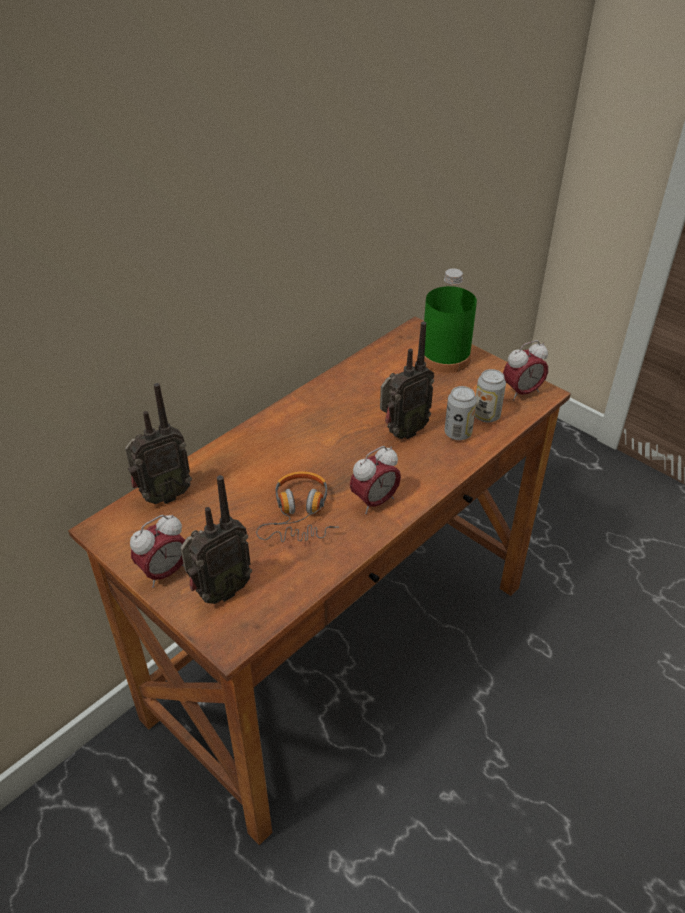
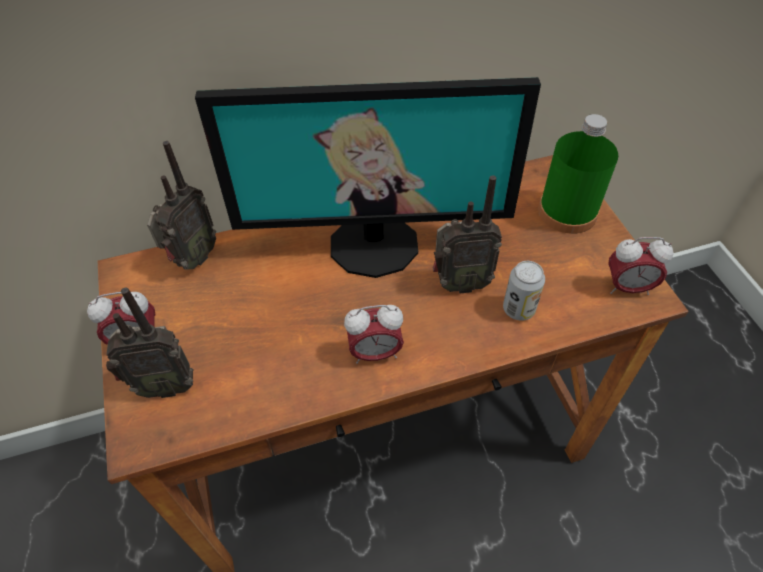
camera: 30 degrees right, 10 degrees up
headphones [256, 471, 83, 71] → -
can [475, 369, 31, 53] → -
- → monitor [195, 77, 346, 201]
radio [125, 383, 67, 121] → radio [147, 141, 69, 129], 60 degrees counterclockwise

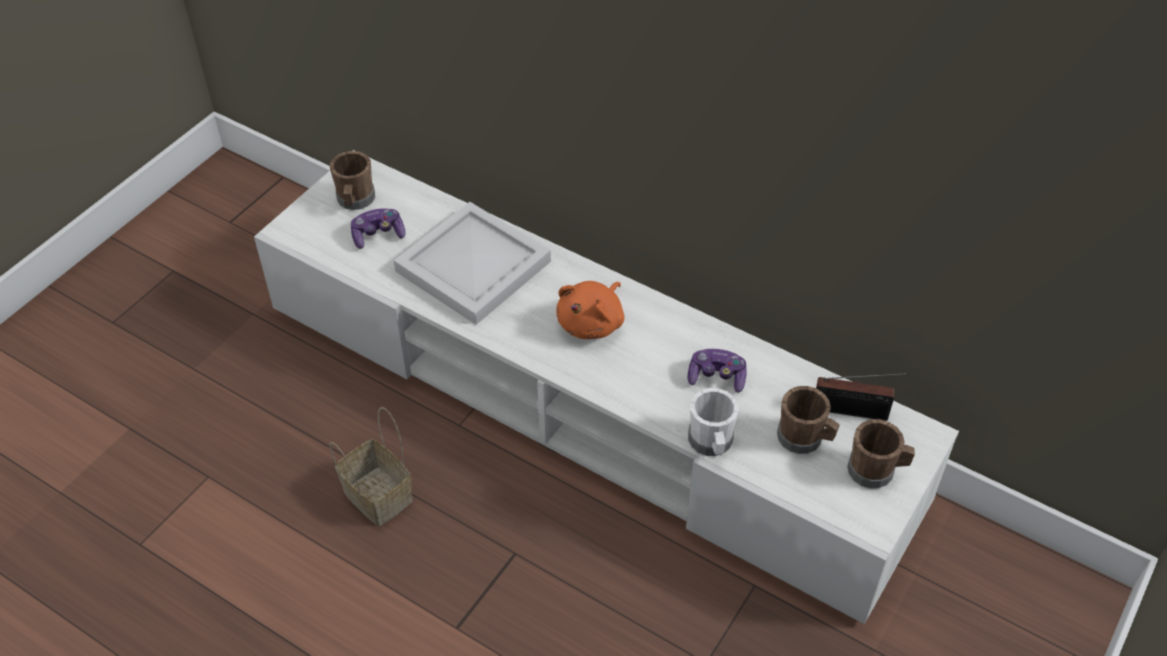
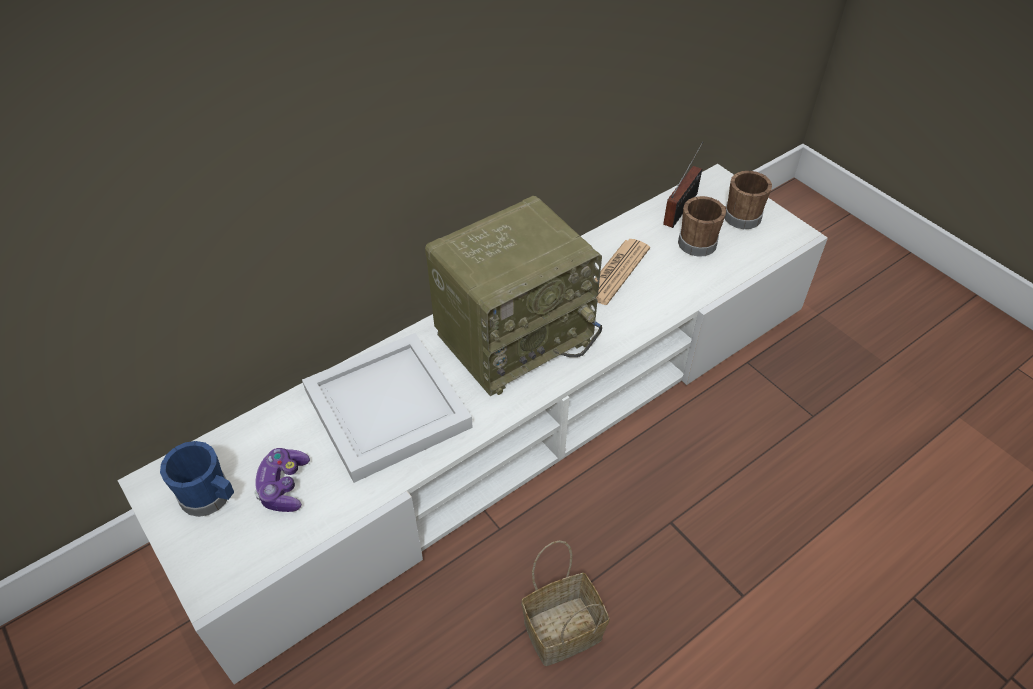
camera: 70 degrees left, 0 degrees up
mug/white [688, 388, 51, 68] → -
plush toy/orange [556, 281, 69, 58] → radio [425, 196, 177, 200]
game controller [688, 349, 58, 44] → newspaper [595, 239, 55, 66]
mug/brown [330, 151, 45, 59] → mug/blue [160, 441, 74, 76]

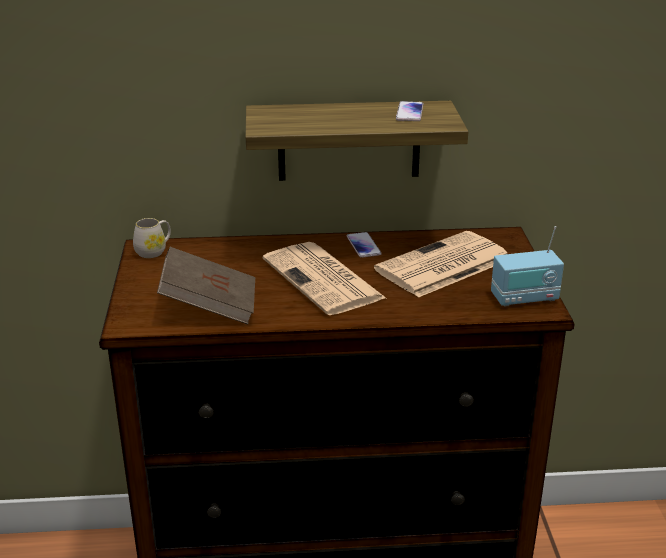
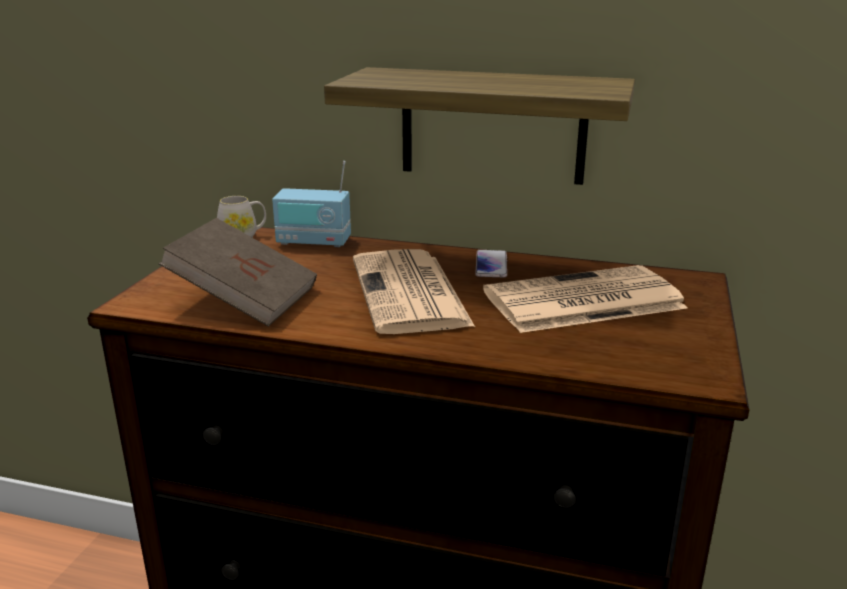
camera: 20 degrees right, 5 degrees down
phone [396, 101, 27, 20] → -
radio [491, 226, 73, 81] → radio [272, 161, 79, 86], move

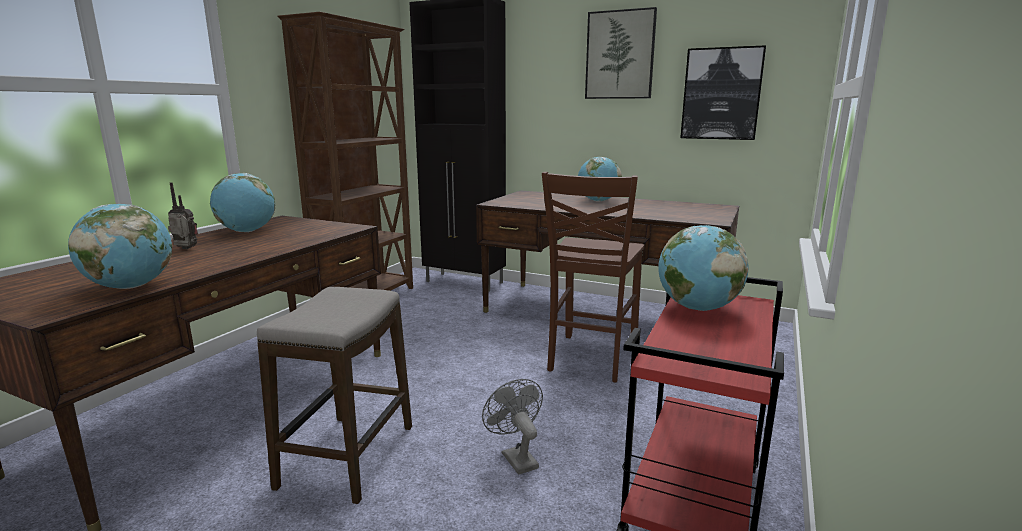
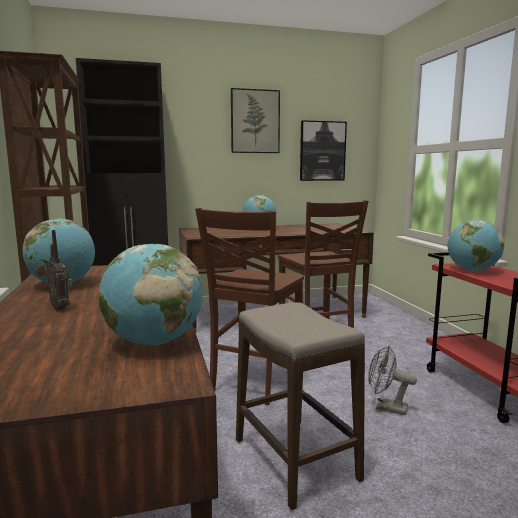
camera: 40 degrees left, 5 degrees down
- → chair/brown [195, 208, 109, 197]
radio [168, 182, 30, 67] → radio [46, 230, 26, 80], 105 degrees counterclockwise

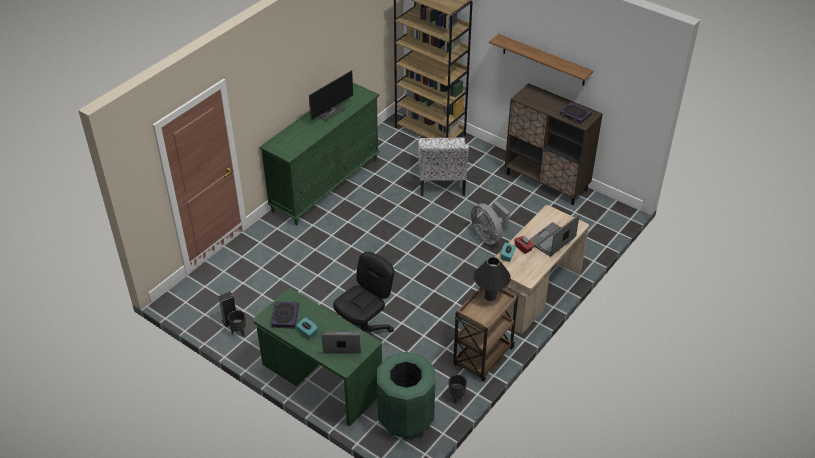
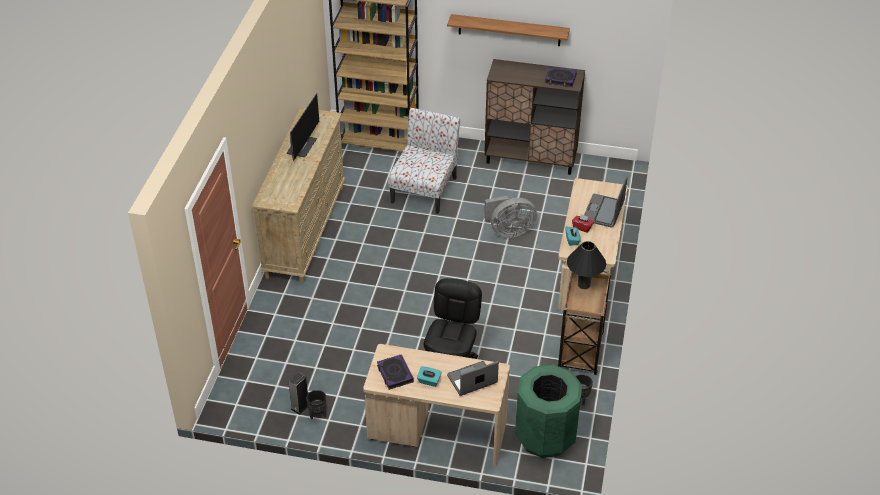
camera: 25 degrees left, 0 degrees up
desk/green [253, 288, 129, 138] → desk/beige [363, 344, 147, 122]
dresser/green [259, 83, 121, 142] → dresser/beige [252, 107, 94, 177]
chair [418, 138, 51, 58] → chair [388, 108, 72, 106], 135 degrees counterclockwise
fan/grey [471, 201, 39, 44] → fan/grey [484, 196, 53, 42], 45 degrees counterclockwise

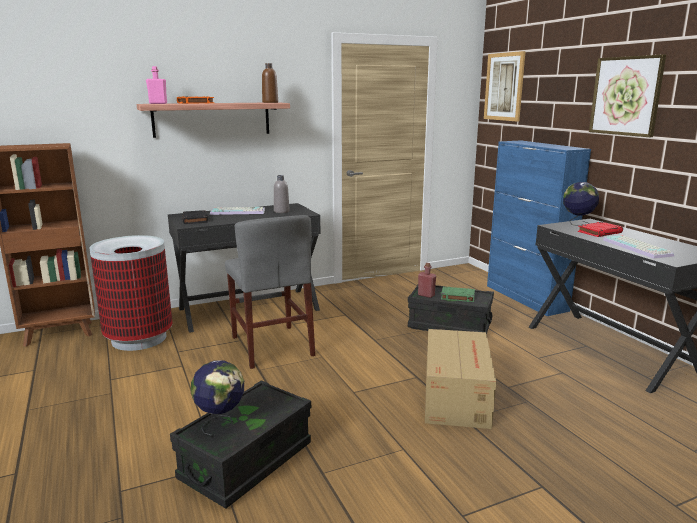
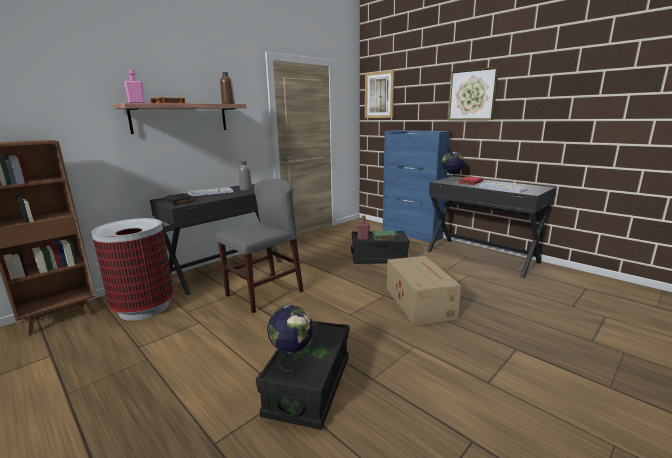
camera: 20 degrees left, 0 degrees up
chair/grey [225, 215, 90, 154] → chair/grey [215, 179, 88, 134], 90 degrees counterclockwise

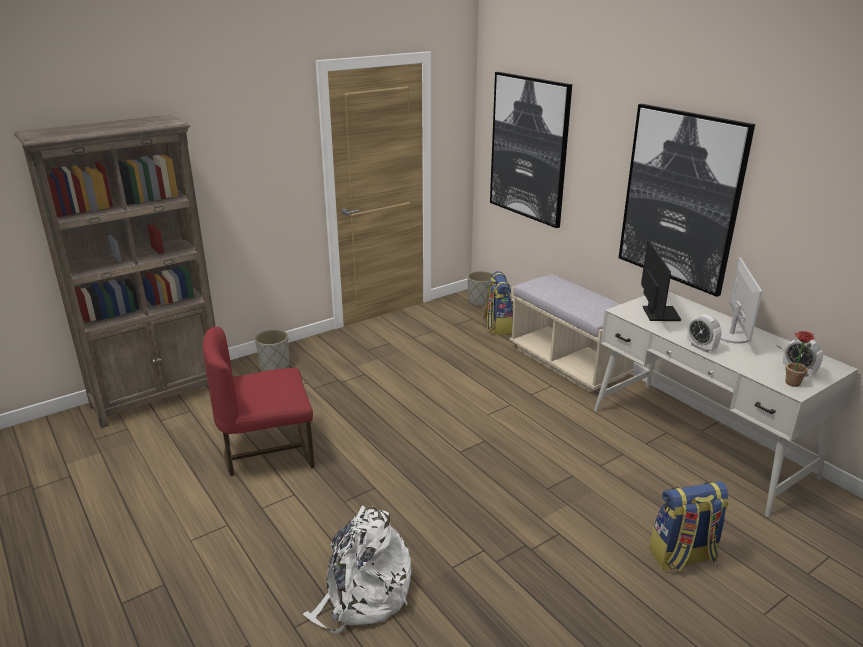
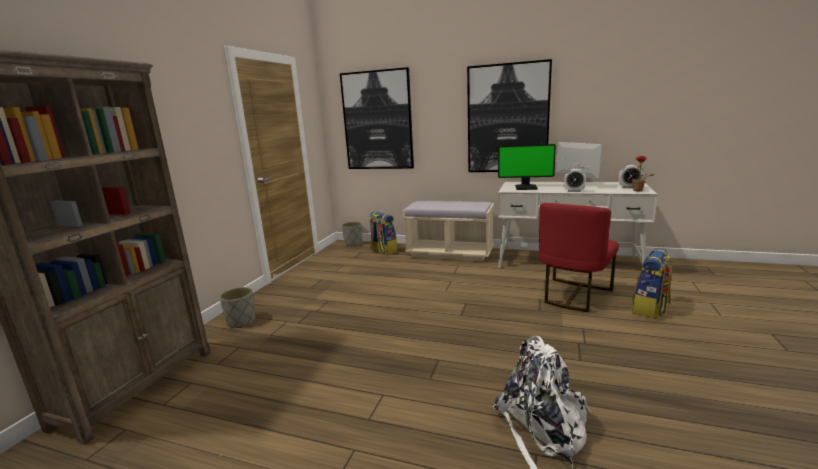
camera: 35 degrees left, 10 degrees down
chair/red [203, 326, 112, 150] → chair/red [539, 203, 80, 109], move
monitor [641, 240, 41, 81] → monitor [498, 144, 58, 46], 135 degrees clockwise

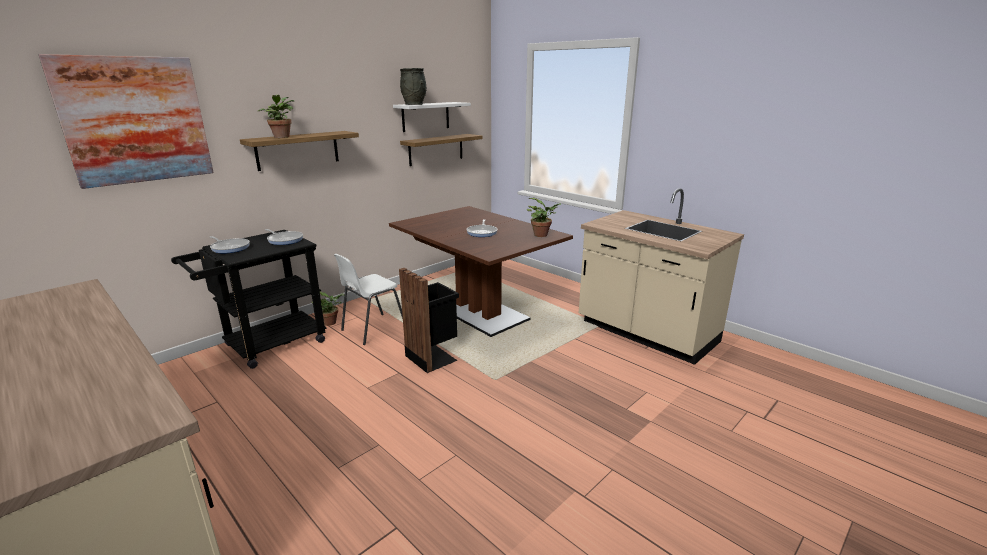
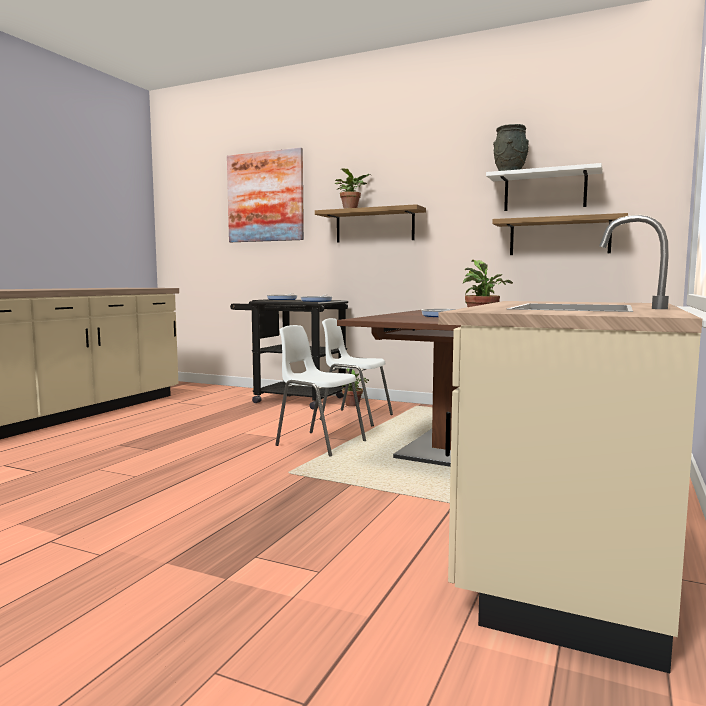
camera: 70 degrees right, 15 degrees down
trash can/black [399, 268, 60, 105] → chair/white [275, 325, 91, 131]

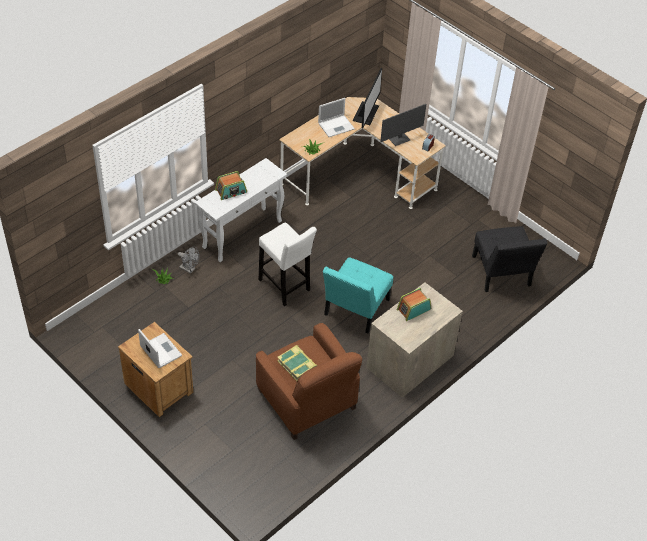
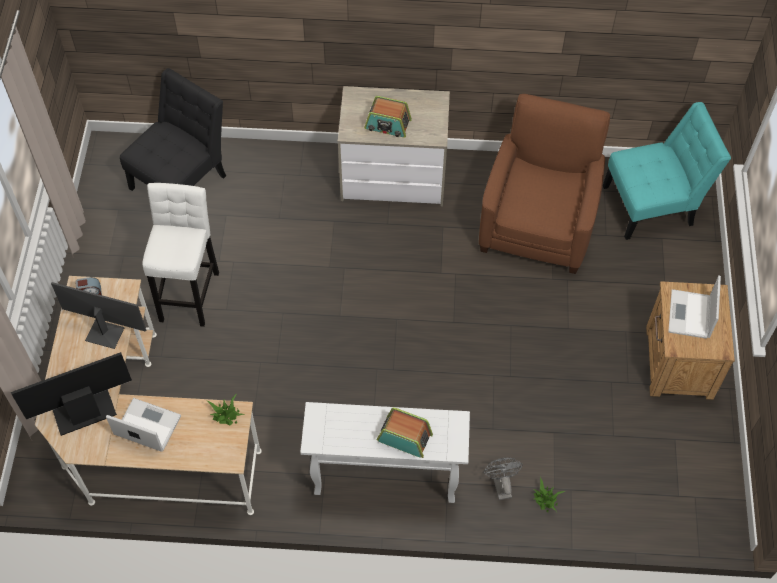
camera: 130 degrees left, 10 degrees up
book [277, 345, 40, 36] → -
stool/white [259, 223, 58, 83] → stool/white [142, 183, 77, 144], move
chair/turquoise [323, 257, 70, 76] → chair/turquoise [603, 102, 128, 138], move

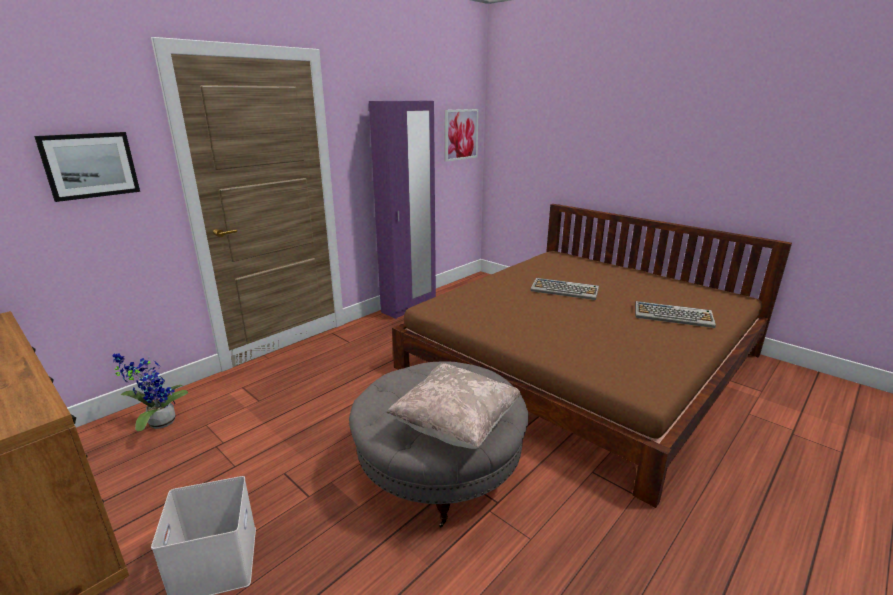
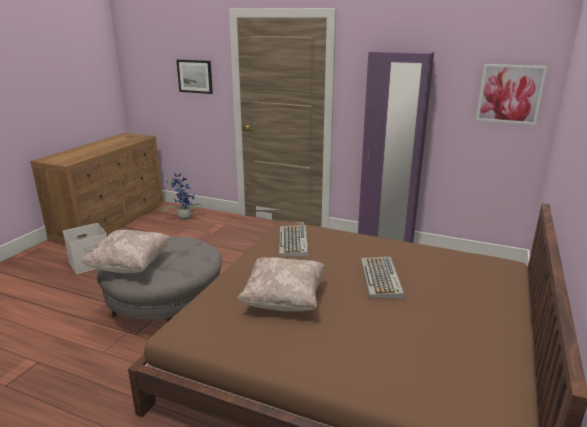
camera: 70 degrees right, 0 degrees up
- → pillow/beige [237, 257, 88, 54]
keyboard [635, 301, 81, 27] → keyboard [279, 225, 30, 32], move

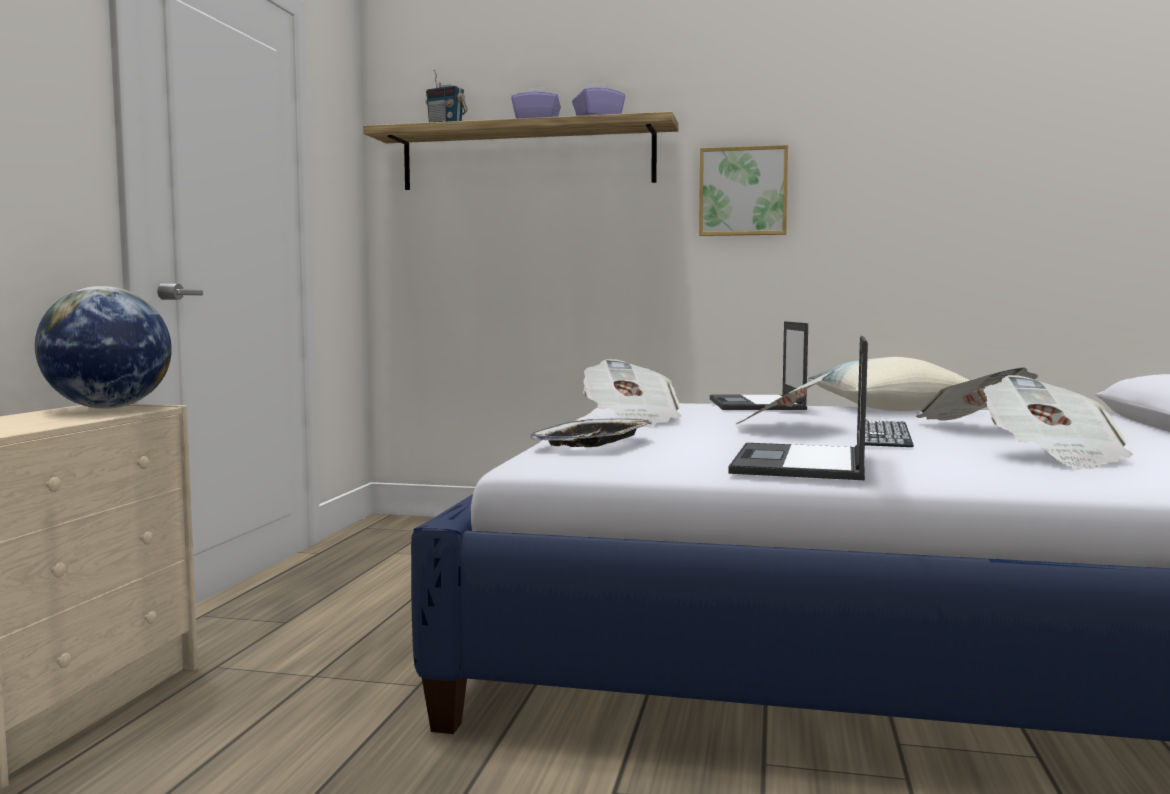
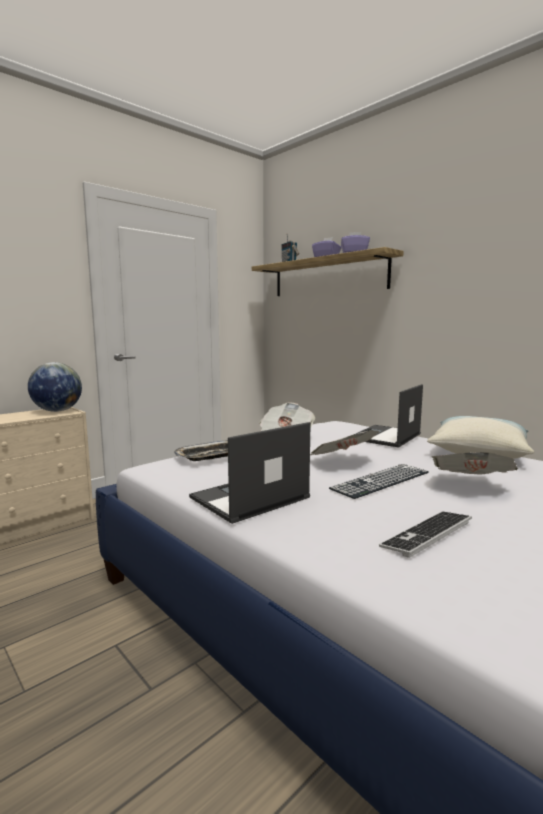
camera: 35 degrees right, 5 degrees up
picture [699, 145, 89, 91] → -
newspaper [984, 375, 149, 94] → keyboard [379, 512, 93, 46]

